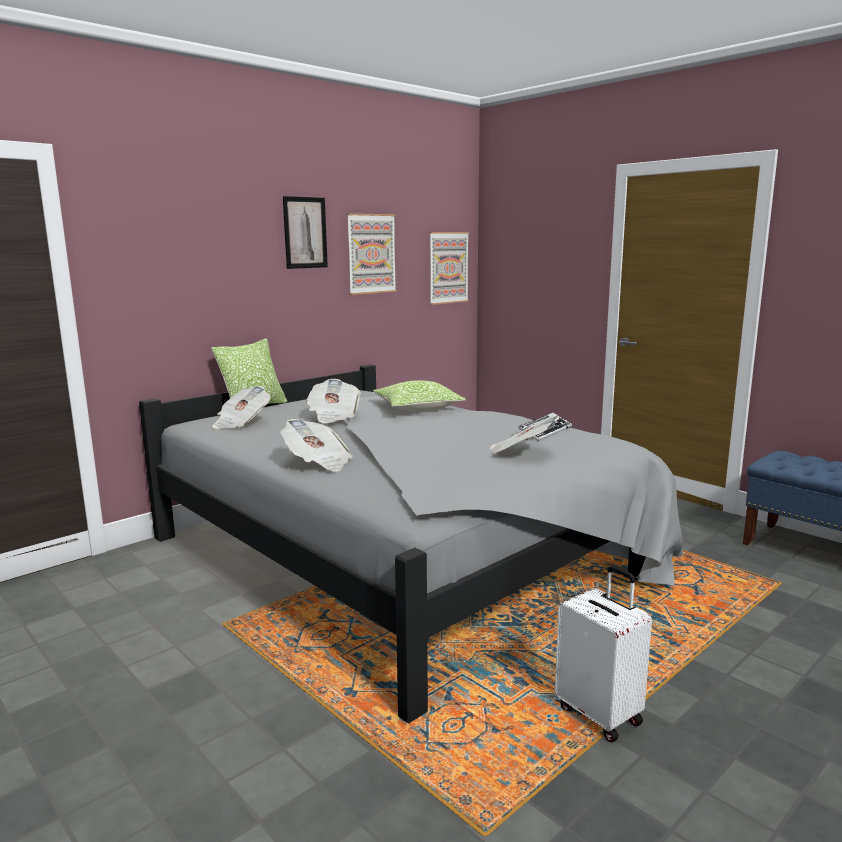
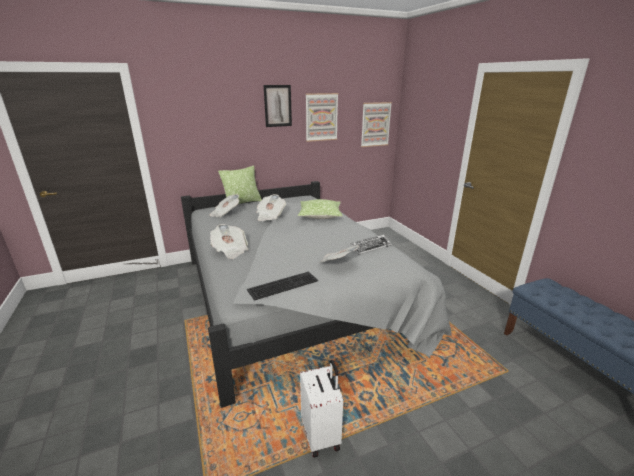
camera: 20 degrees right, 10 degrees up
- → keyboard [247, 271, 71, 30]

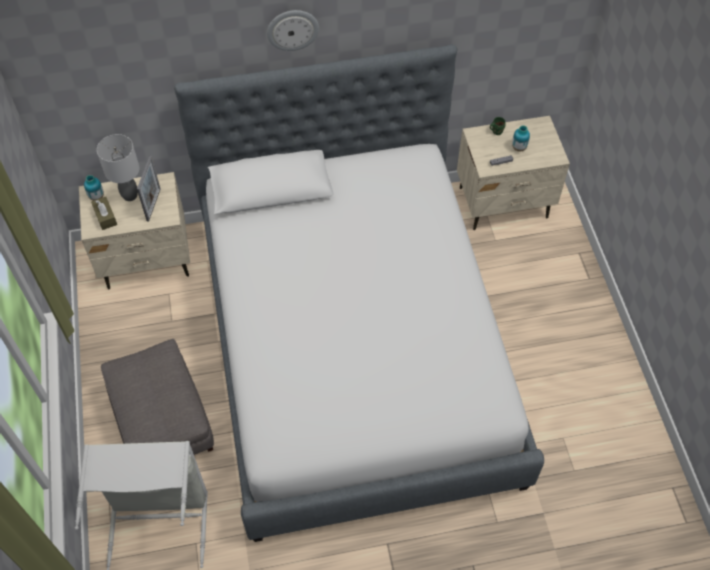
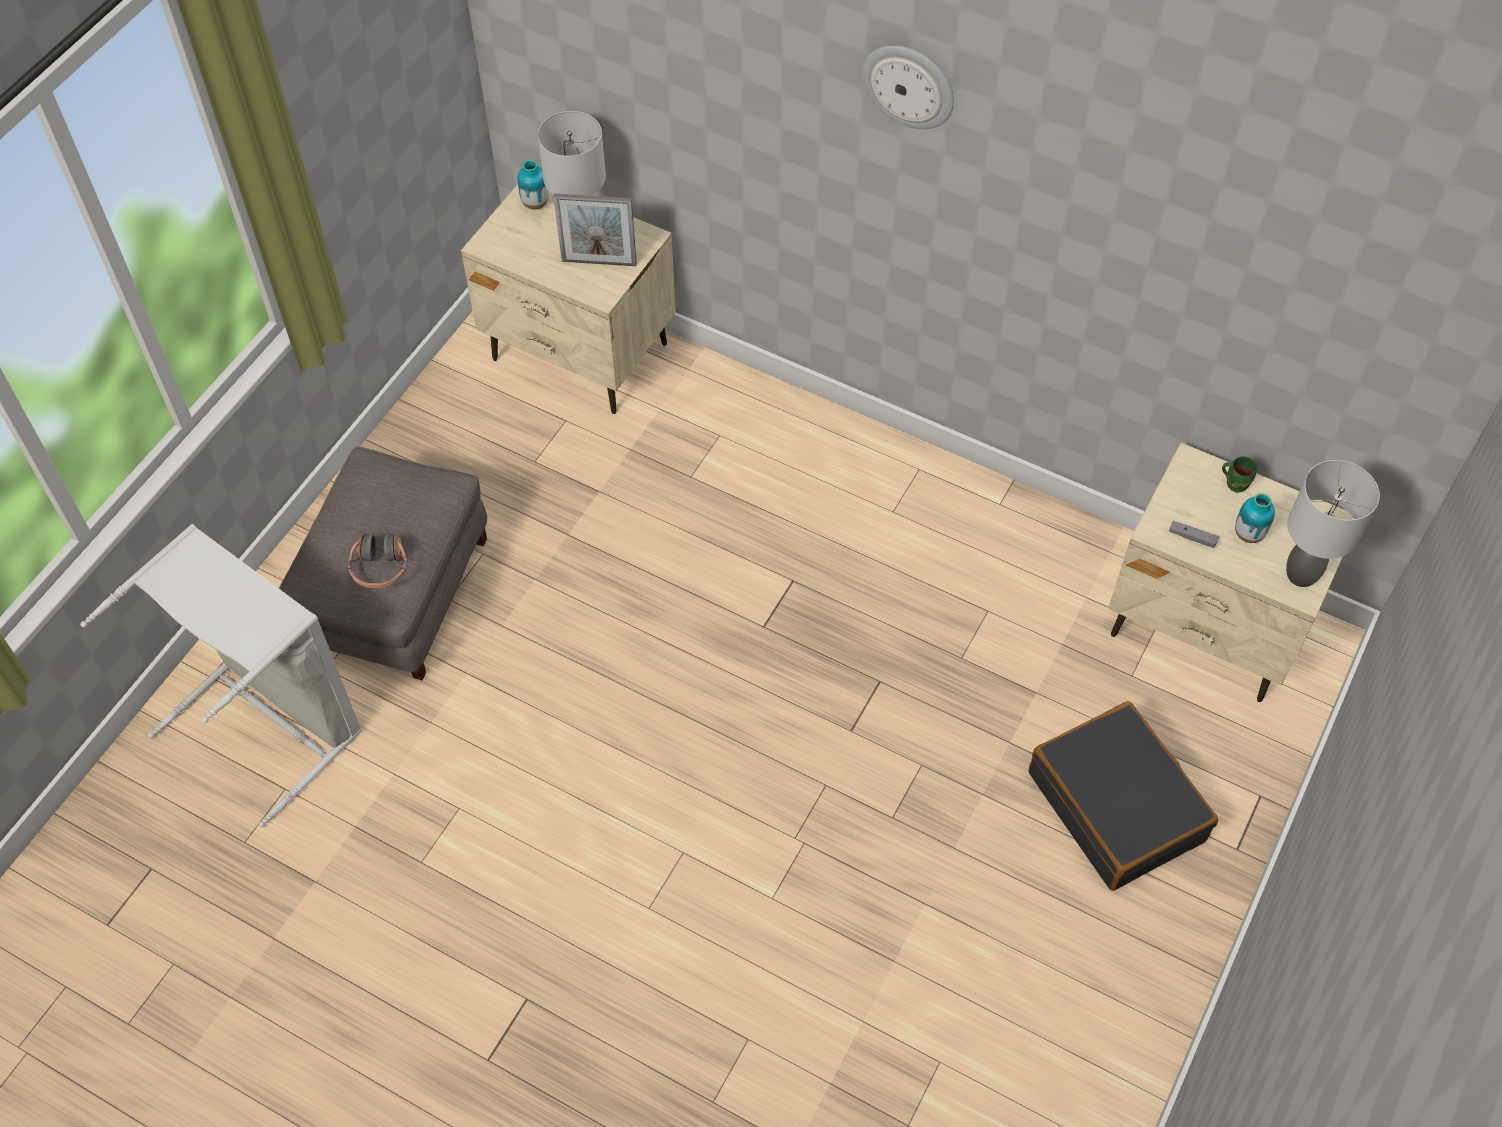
camera: 40 degrees right, 0 degrees up
tissue box/brown [91, 197, 26, 33] → -
bed [174, 44, 370, 498] → -
- → headphones [347, 533, 61, 55]
- → suitcase/black [1029, 701, 189, 190]
- → table lamp/grey [1286, 460, 94, 127]
picture frame [137, 156, 24, 66] → picture frame [554, 194, 83, 72], 45 degrees clockwise

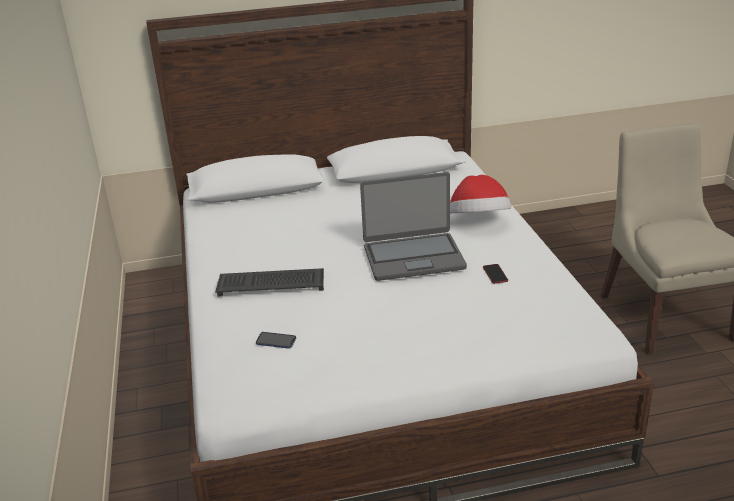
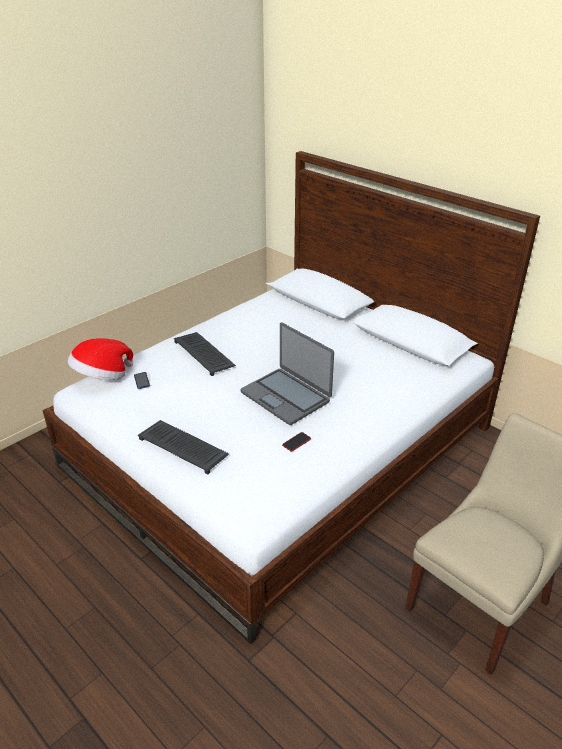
camera: 55 degrees right, 5 degrees up
- → keyboard [138, 420, 91, 54]
hat [450, 175, 61, 38] → hat [67, 338, 66, 42], move

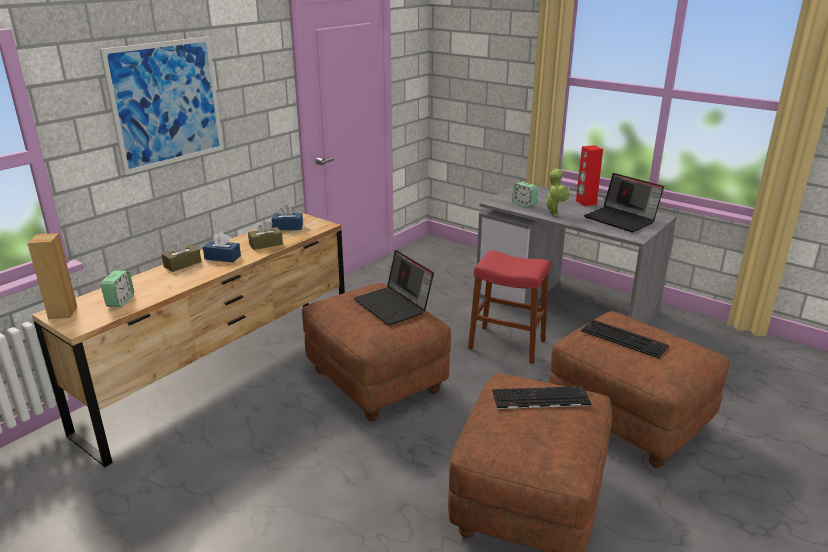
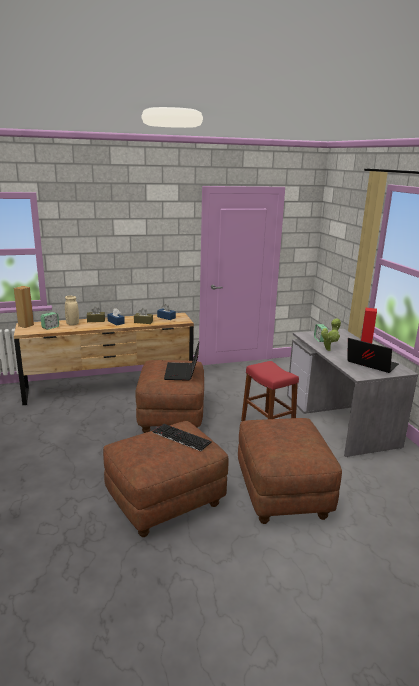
camera: 35 degrees right, 5 degrees down
picture [100, 37, 123, 138] → -
keyboard [581, 319, 88, 39] → -
- → vase/beige [65, 296, 14, 30]
laptop [584, 173, 80, 59] → laptop [347, 338, 52, 35], 135 degrees clockwise

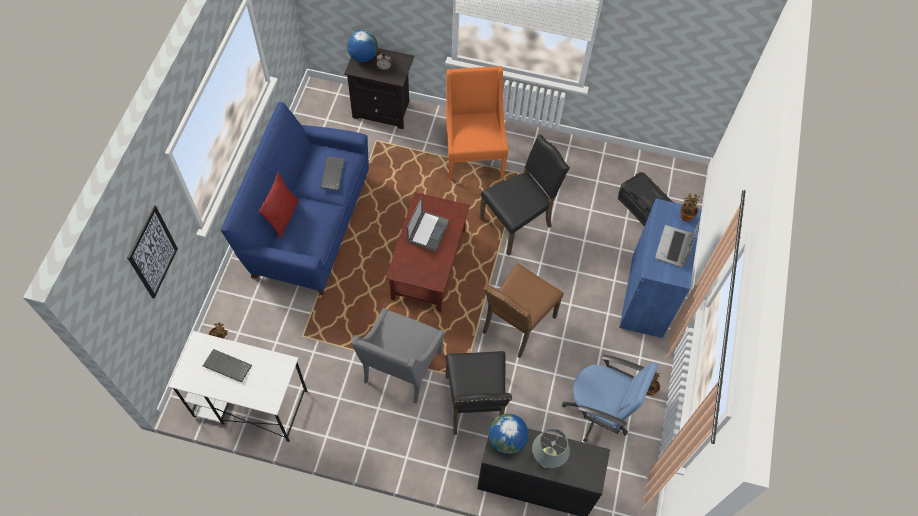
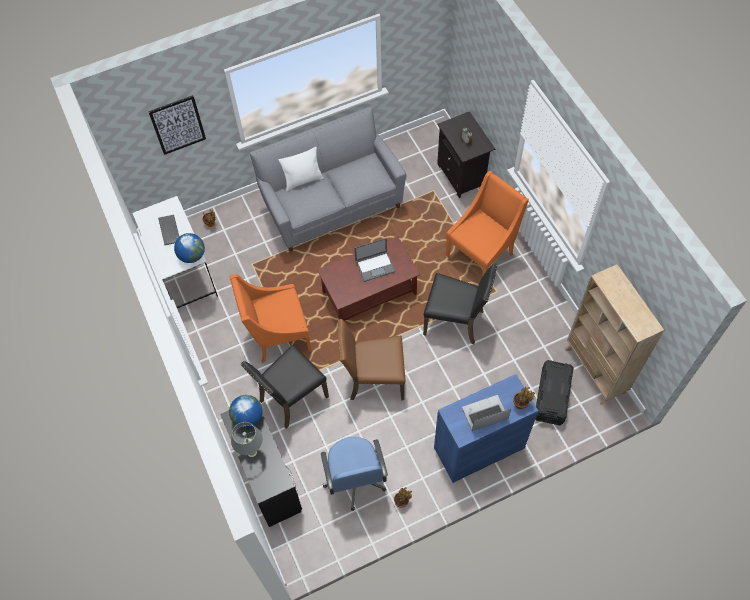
camera: 55 degrees right, 0 degrees up
keyboard [321, 156, 24, 35] → -
- → bookcase/beige [565, 264, 99, 141]
globe [347, 30, 31, 32] → globe [174, 233, 31, 30], move
sofa/blue [221, 102, 148, 193] → sofa/grey [250, 107, 156, 145]
pillow/red [258, 172, 41, 67] → pillow/white [279, 147, 45, 44]
armchair/grey [351, 308, 93, 96] → armchair/orange [230, 274, 81, 89]

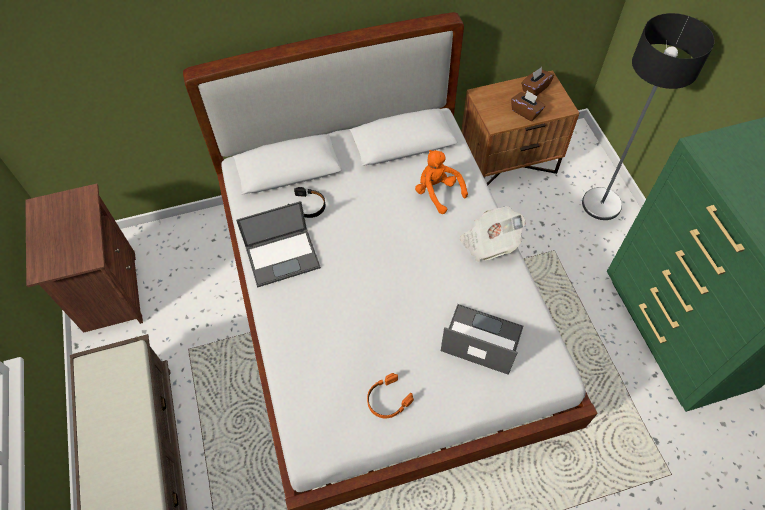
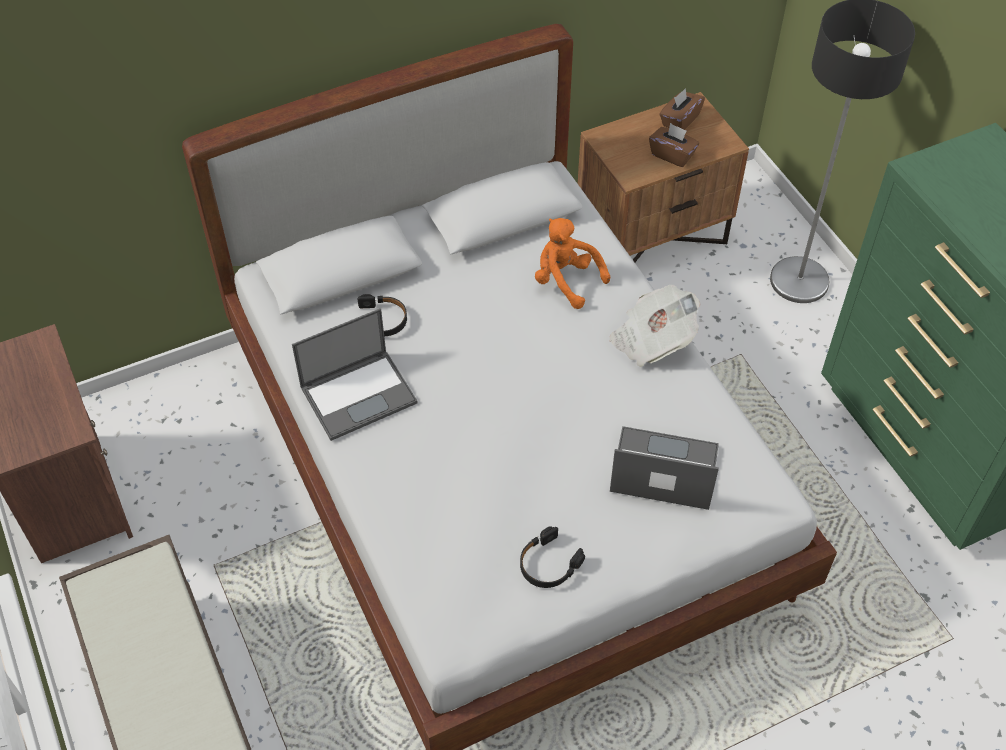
camera: 10 degrees left, 5 degrees down
headphones/orange [367, 373, 47, 45] → headphones/black [520, 526, 65, 62]

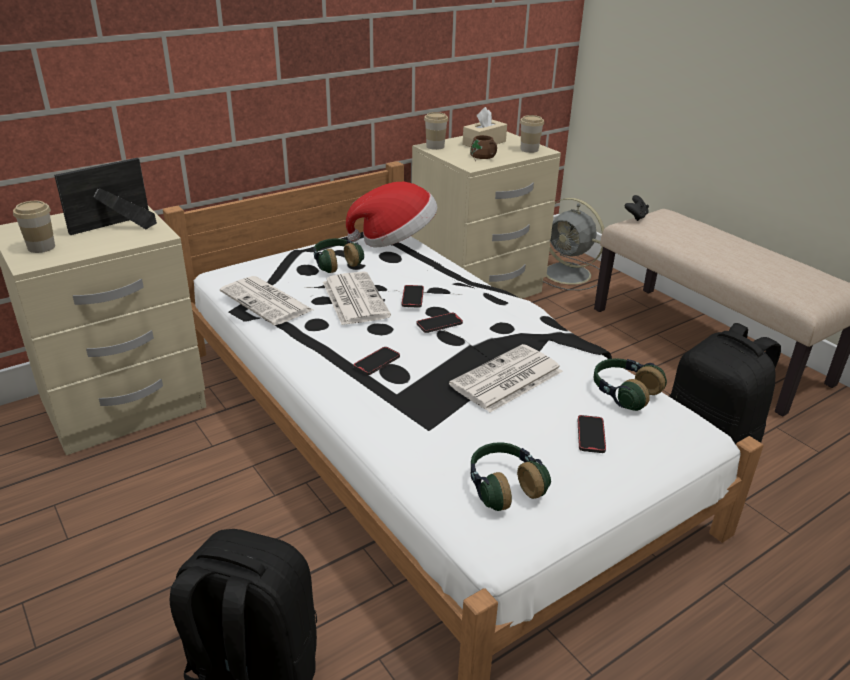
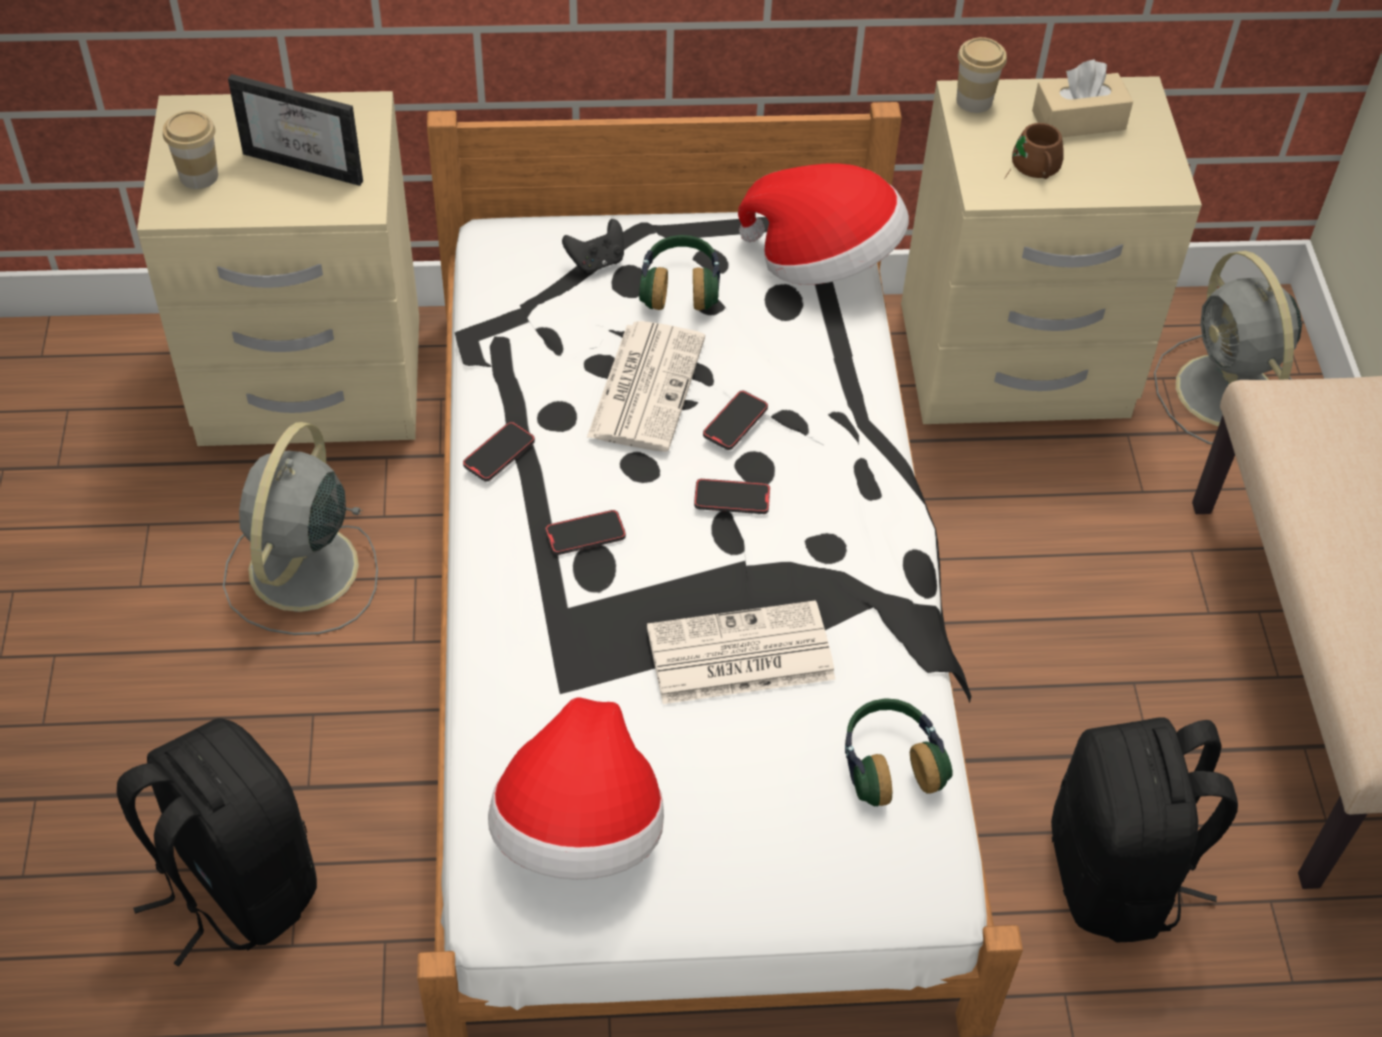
camera: 30 degrees right, 20 degrees up
newspaper [220, 276, 93, 49] → -
cup [520, 115, 24, 38] → -
- → fan/grey [223, 422, 155, 213]
phone [578, 415, 28, 38] → phone [463, 422, 72, 59], move
game controller/black [625, 195, 24, 26] → game controller/black [562, 219, 62, 54], move
headphones [471, 442, 80, 69] → hat [488, 697, 176, 183]
picture frame [54, 158, 103, 77] → picture frame [228, 74, 135, 112], 150 degrees counterclockwise

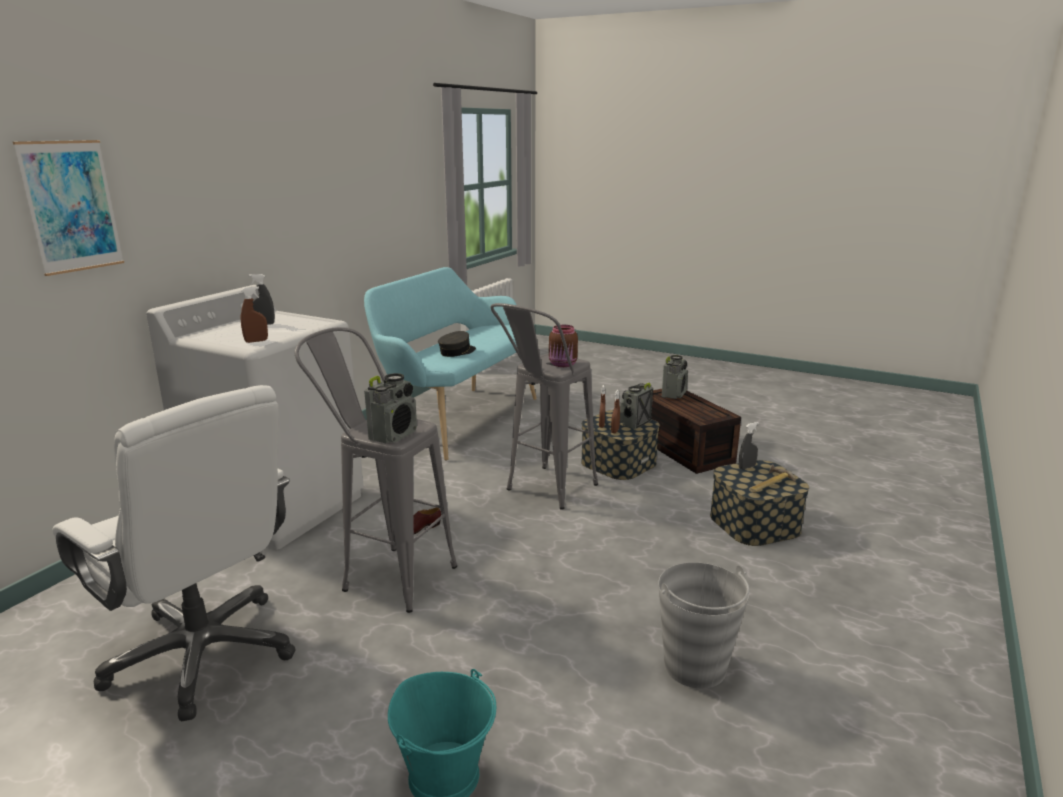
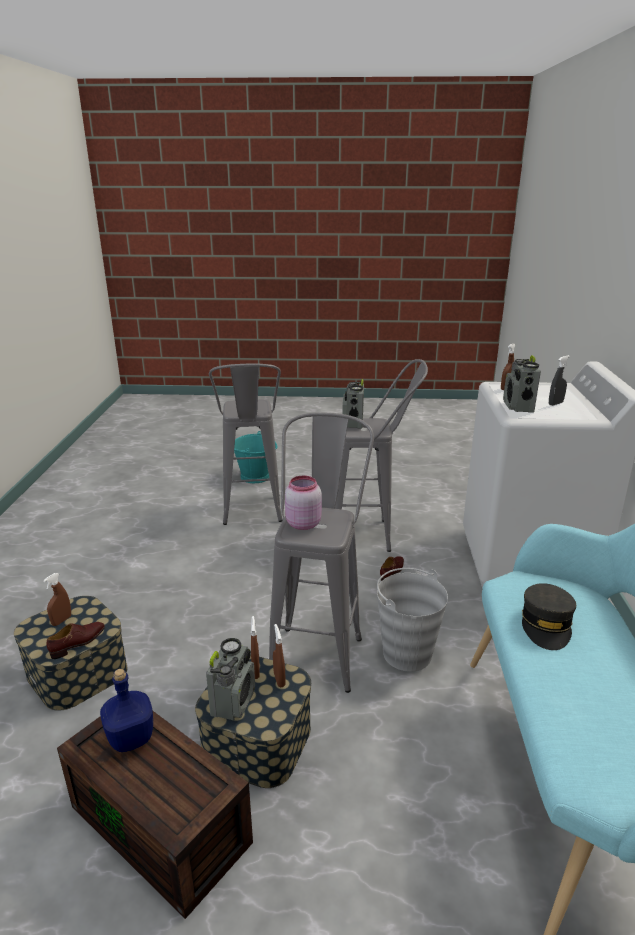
camera: 155 degrees right, 5 degrees up
picture [13, 140, 111, 136] → -
office chair/white [52, 385, 243, 337] → -
- → bottle/blue [100, 669, 53, 83]
- → stool/grey [209, 364, 74, 161]
bucket/grey [658, 562, 91, 127] → bucket/grey [377, 568, 71, 104], move
radio [662, 355, 26, 44] → radio [503, 355, 38, 58], move
spray bottle/grey [739, 422, 20, 47] → shoe/brown [46, 622, 59, 37]
hammer [749, 464, 47, 29] → spray bottle/brown [43, 573, 28, 53]
jar/brown [549, 325, 29, 42] → jar/pink [285, 476, 37, 54]

